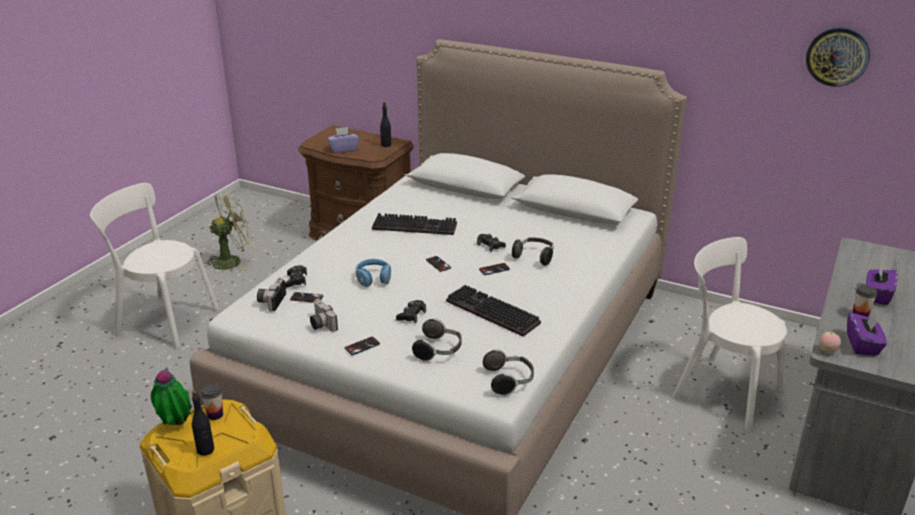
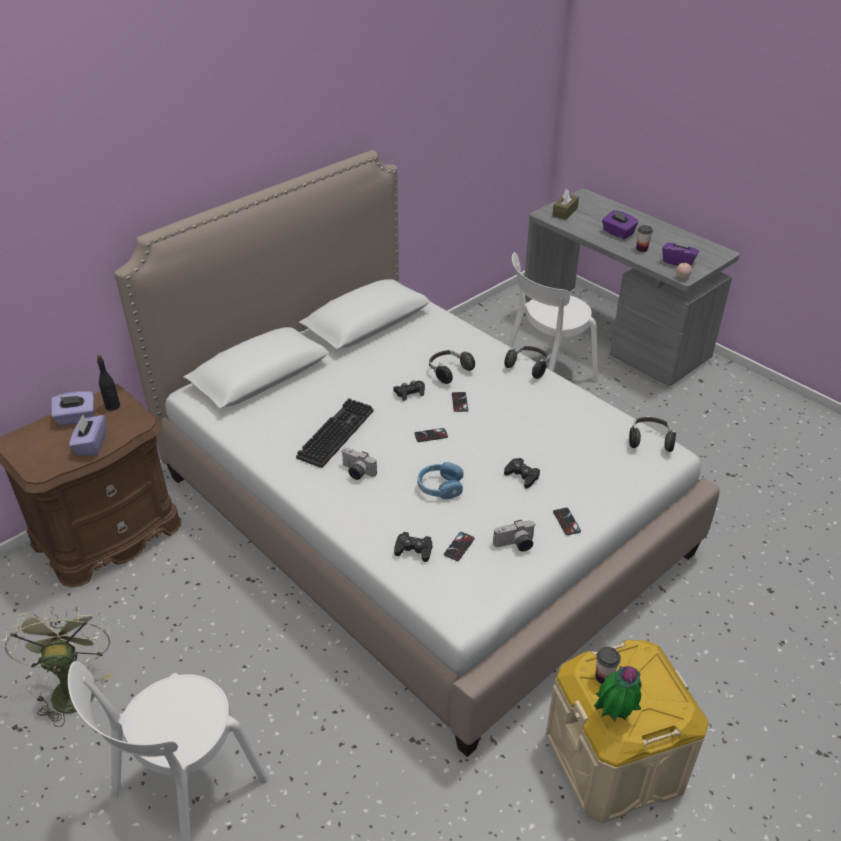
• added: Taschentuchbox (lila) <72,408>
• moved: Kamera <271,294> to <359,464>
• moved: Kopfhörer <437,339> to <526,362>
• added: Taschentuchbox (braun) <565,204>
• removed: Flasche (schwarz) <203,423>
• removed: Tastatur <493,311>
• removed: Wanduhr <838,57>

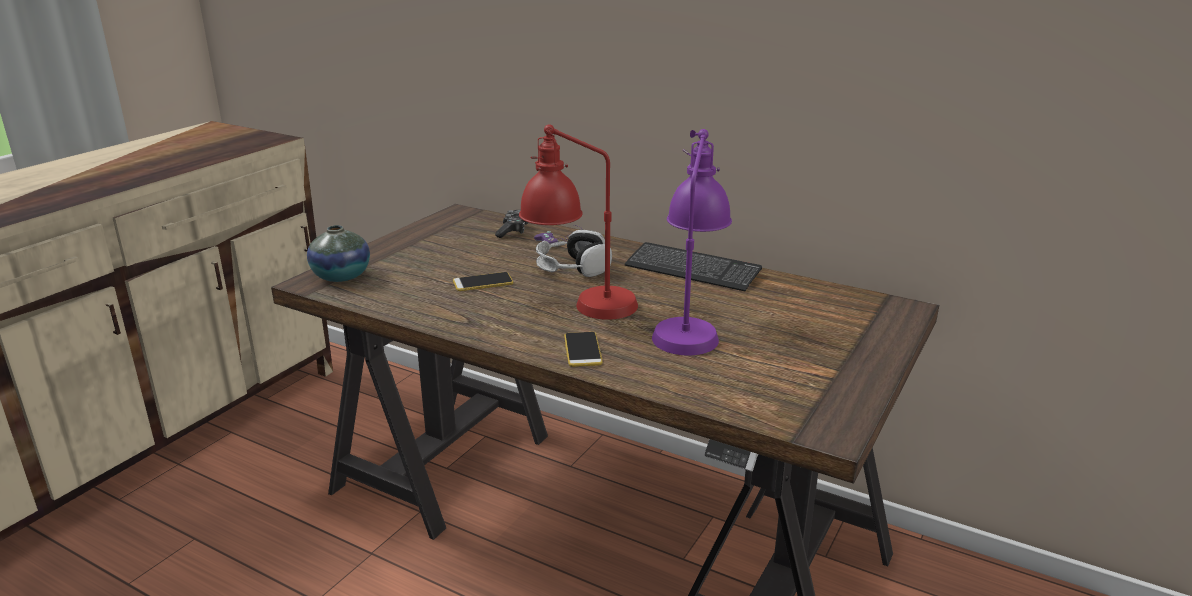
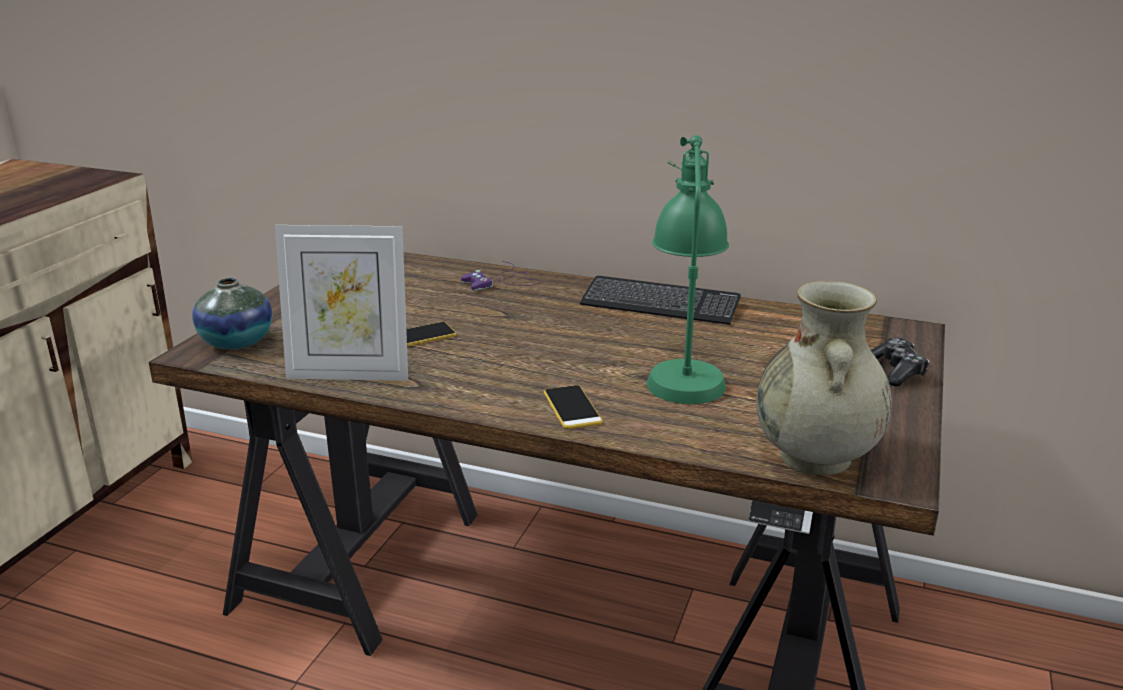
• added: Bilderrahmen <341,303>
• recoloured: Tischlampe (lila) <692,242> to Tischlampe (grün) <688,269>
• added: Vase (beige) <824,378>
• moved: Gamepad <511,224> to <900,361>
• removed: Tischlampe (rot) <578,222>
• removed: Kopfhörer <574,253>

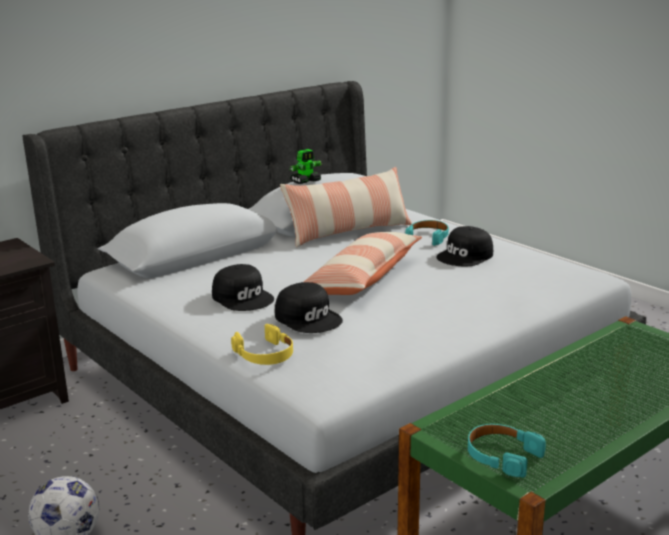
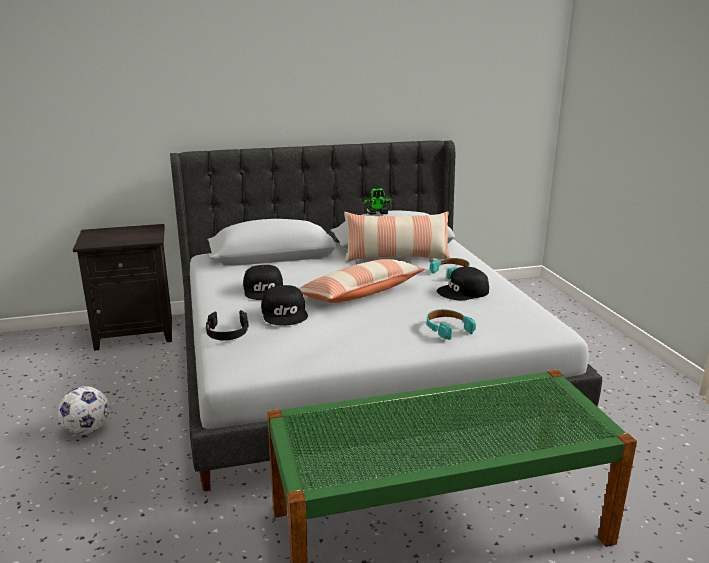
• recoloured: Kopfhörer (gelb) <262,344> to Kopfhörer (schwarz) <227,325>
• moved: Kopfhörer (türkis) <507,450> to <451,324>

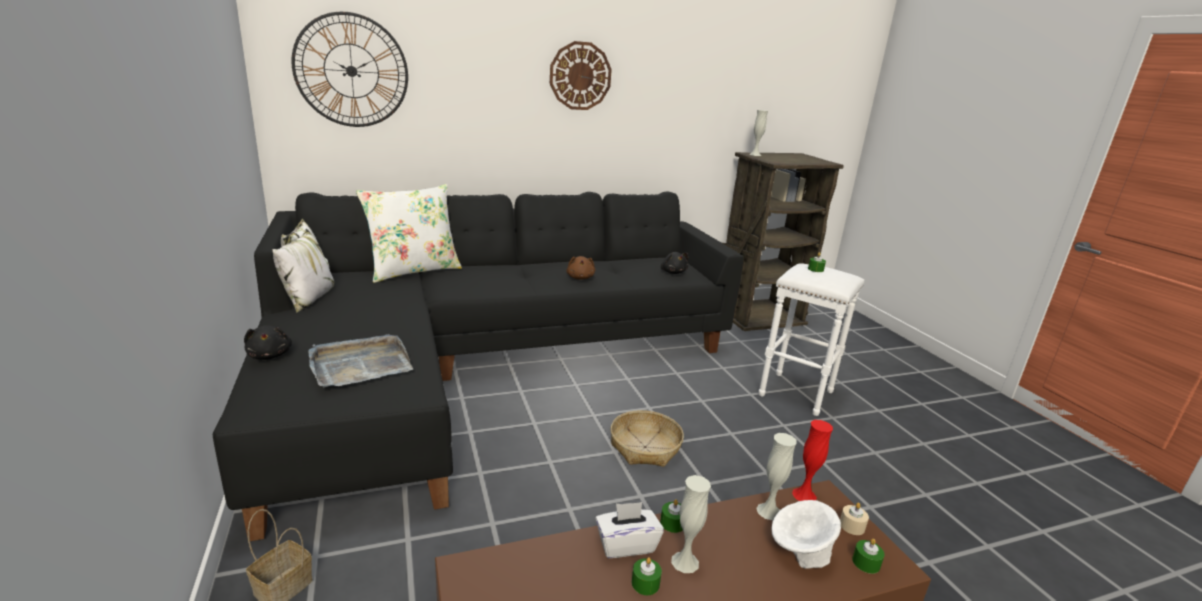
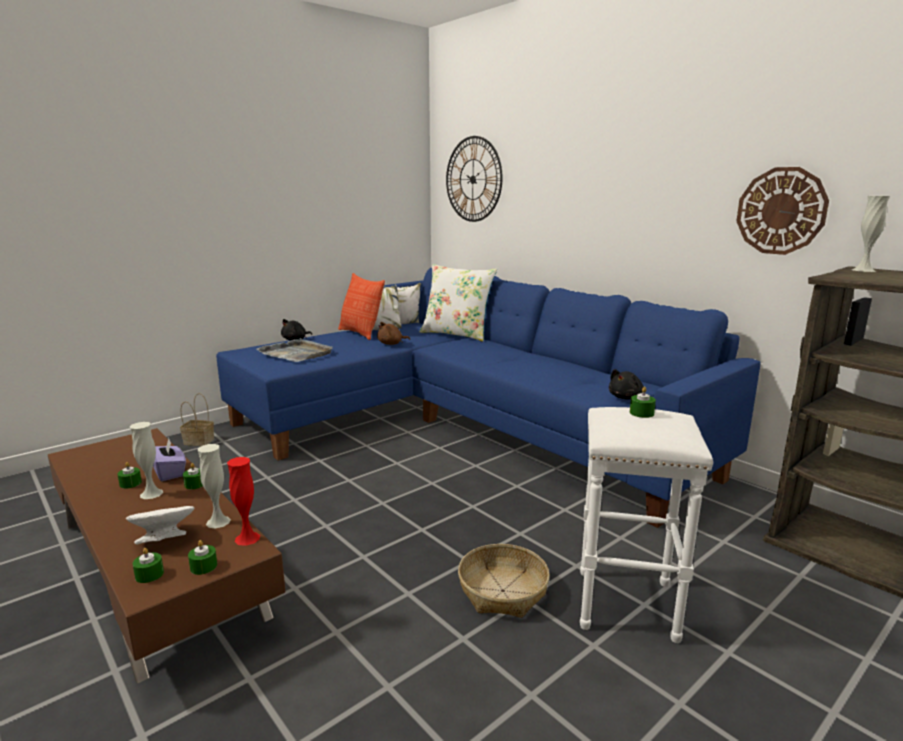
• recoloured: Taschentuchbox (weiß) <629,530> to Taschentuchbox (lila) <169,459>
• recoloured: Kerze (beige) <854,519> to Kerze (grün) <202,557>
• recoloured: Sofa (schwarz) <478,366> to Sofa (blau) <488,398>
• added: Kissen (orange) <361,306>
• moved: Plüschtier (braun) <580,268> to <393,333>
• moved: Korb <647,438> to <504,581>
• moved: Wanduhr <581,75> to <782,211>

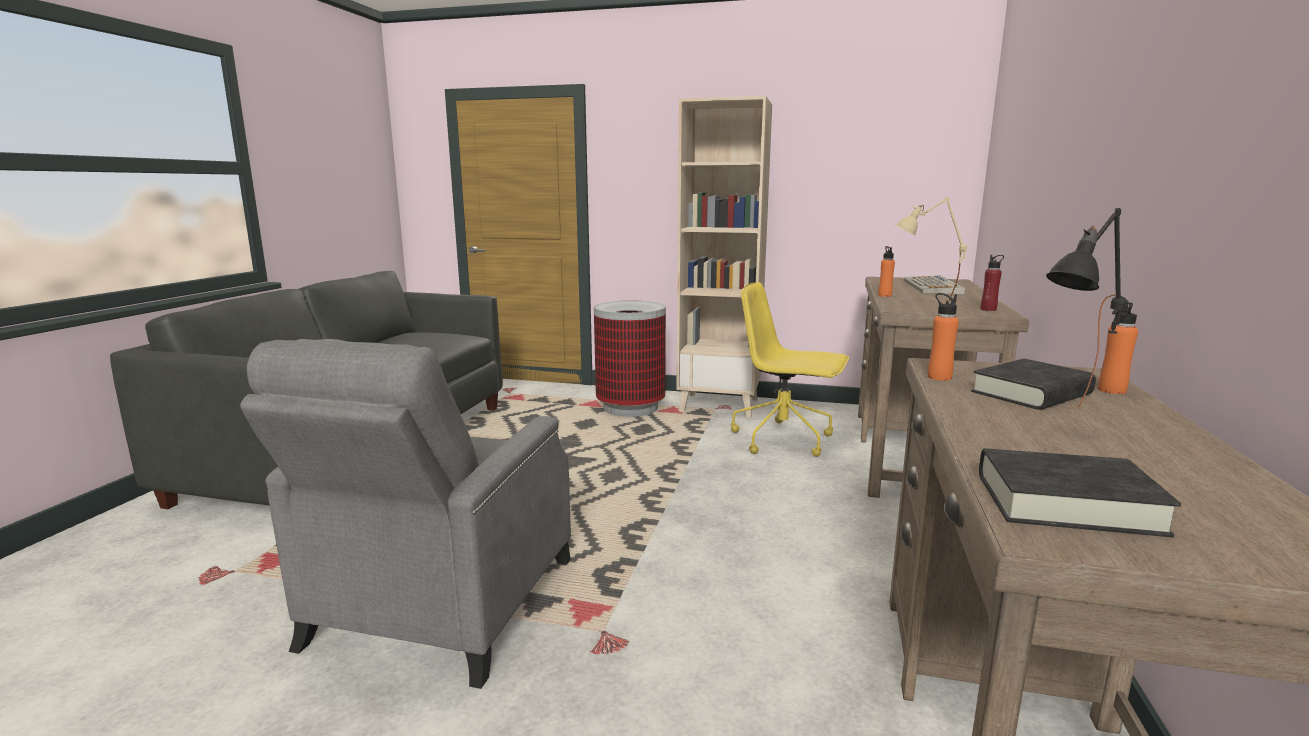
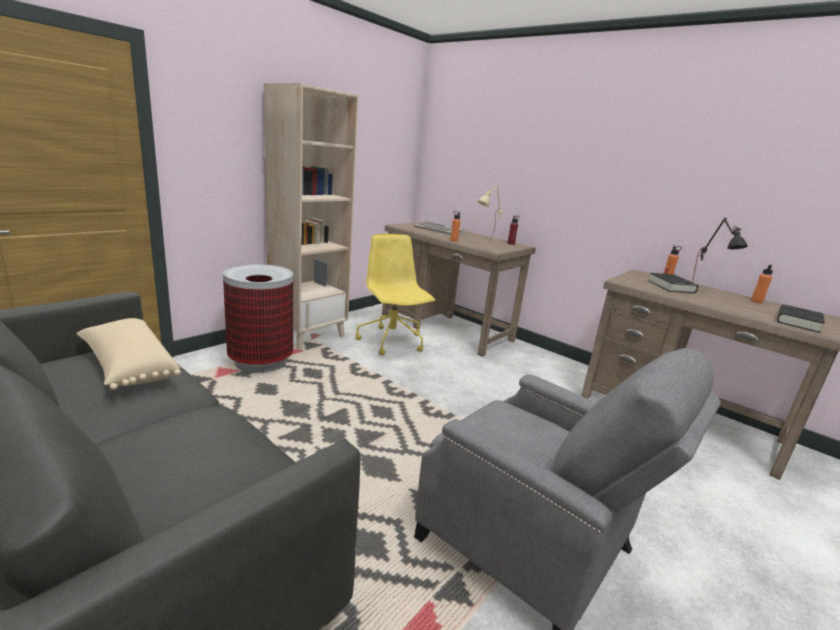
• added: Kissen (beige) <128,354>
• turned: Bürostuhl (gelb) <790,369> = <395,294> 105 degrees clockwise
• moved: Flasche (orange) <943,337> to <762,284>

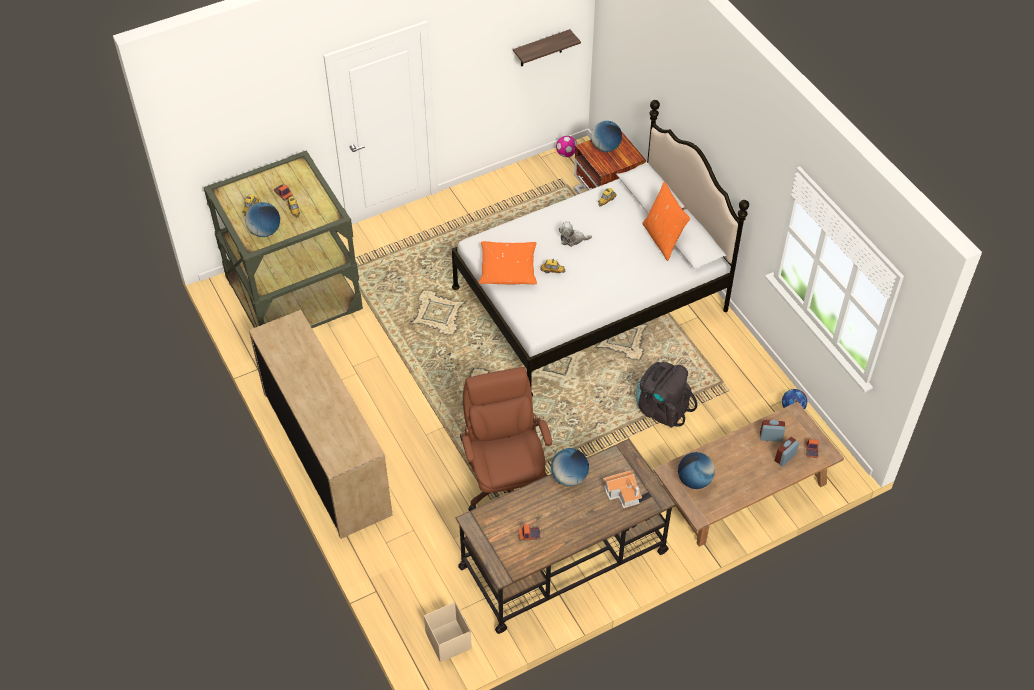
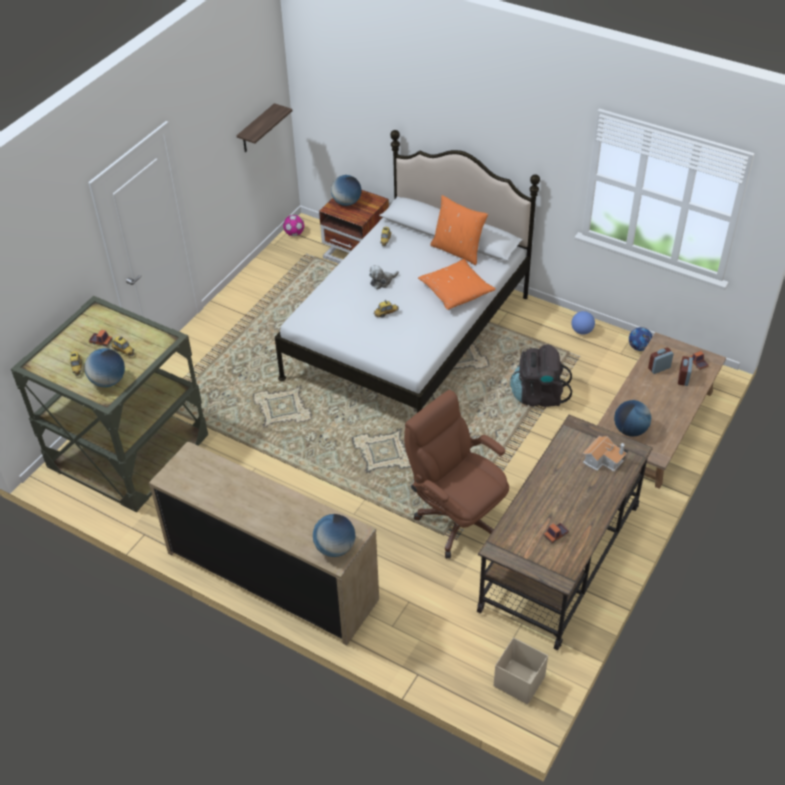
• moved: Globus <570,467> to <334,535>
• moved: Kissen (orange) <508,262> to <457,284>
• added: Fußball <583,323>

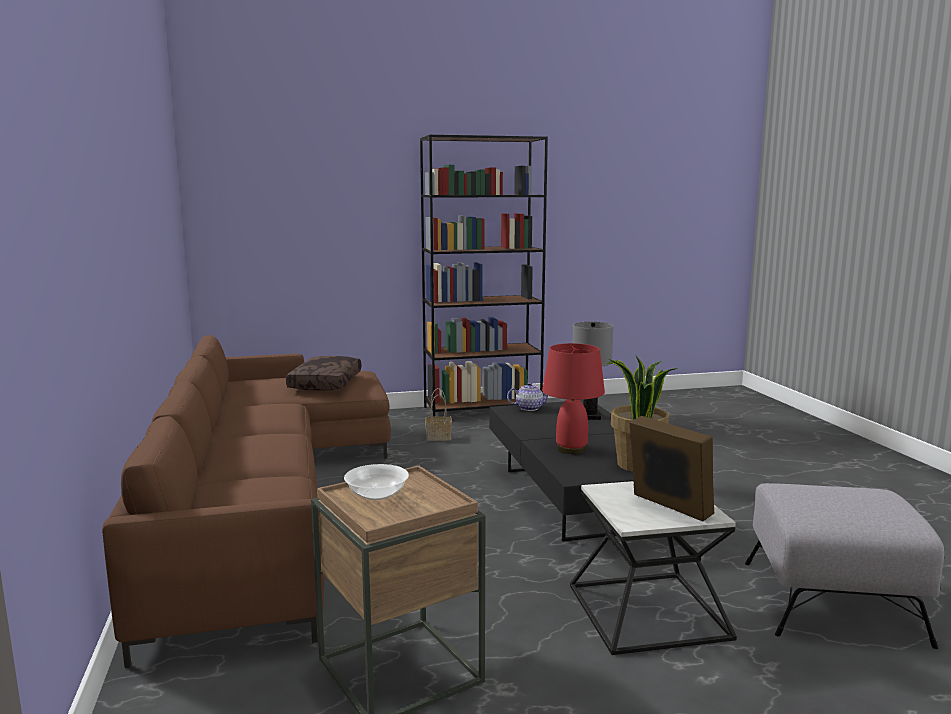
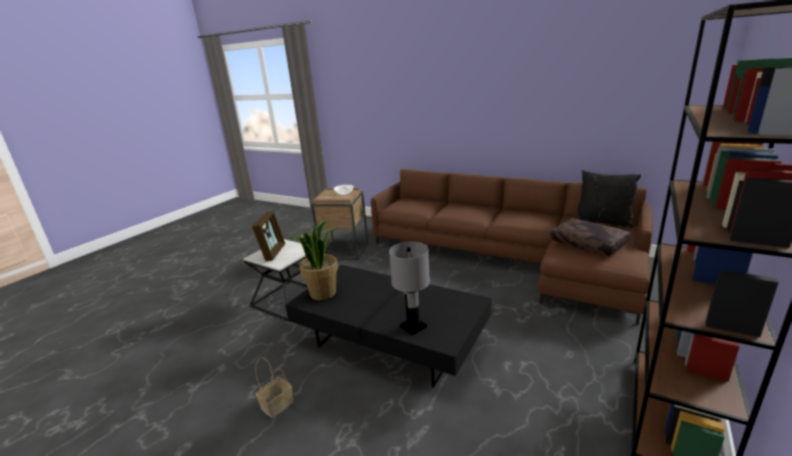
• turned: Bilderrahmen <671,468> = <268,236> 90 degrees counterclockwise
• moved: Korb <438,414> to <274,388>
• added: Kissen (schwarz) <608,199>
• removed: Teekanne <527,396>
• removed: Tischlampe (rot) <573,398>
• removed: Polsterhocker (grau) <844,566>

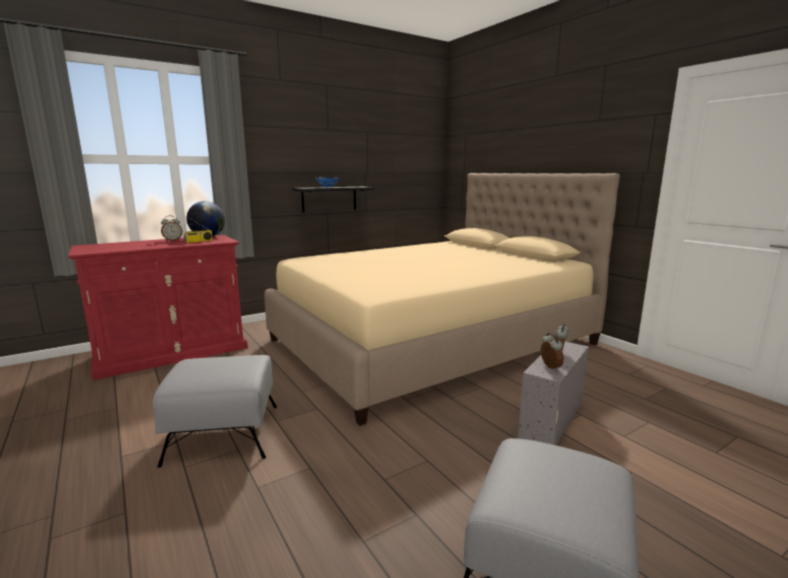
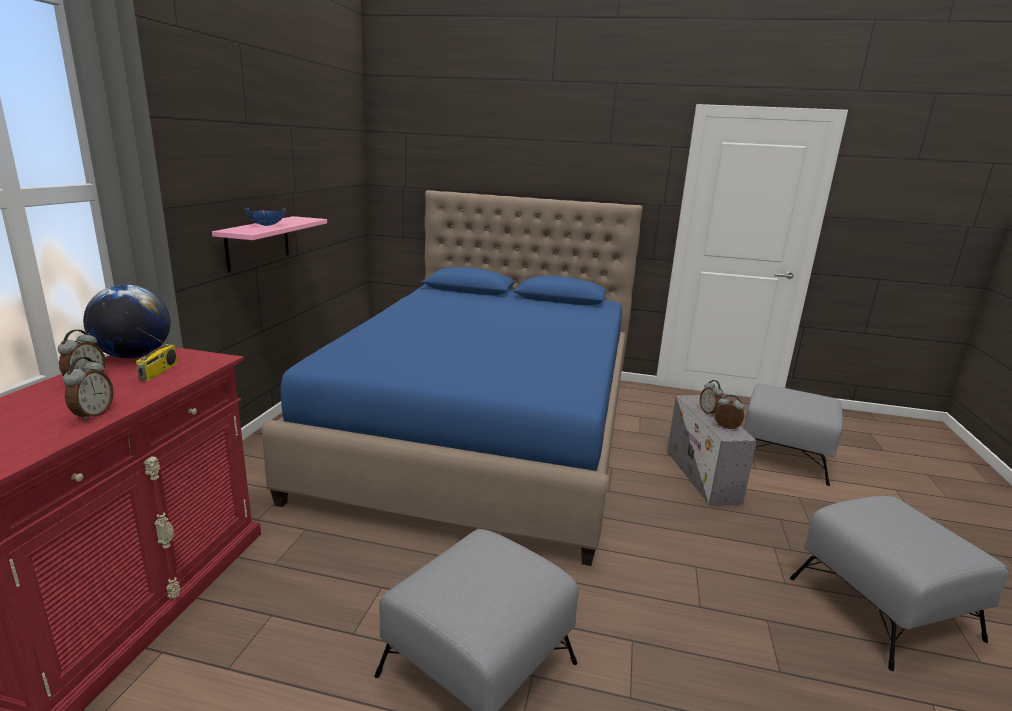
• added: Wecker <88,389>
• recoloured: Wandregal (schwarz) <333,199> to Wandregal (rosa) <269,244>
• recoloured: Bett (beige) <442,299> to Bett (blau) <452,378>
• added: Polsterhocker (grau) <793,434>

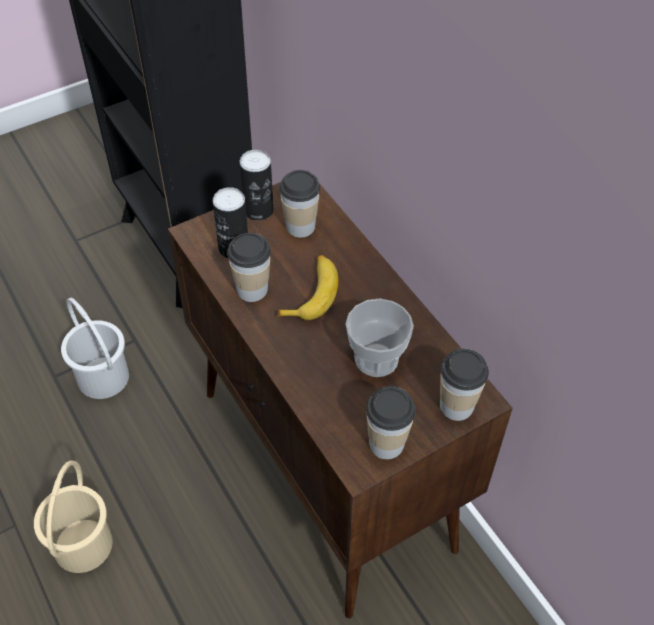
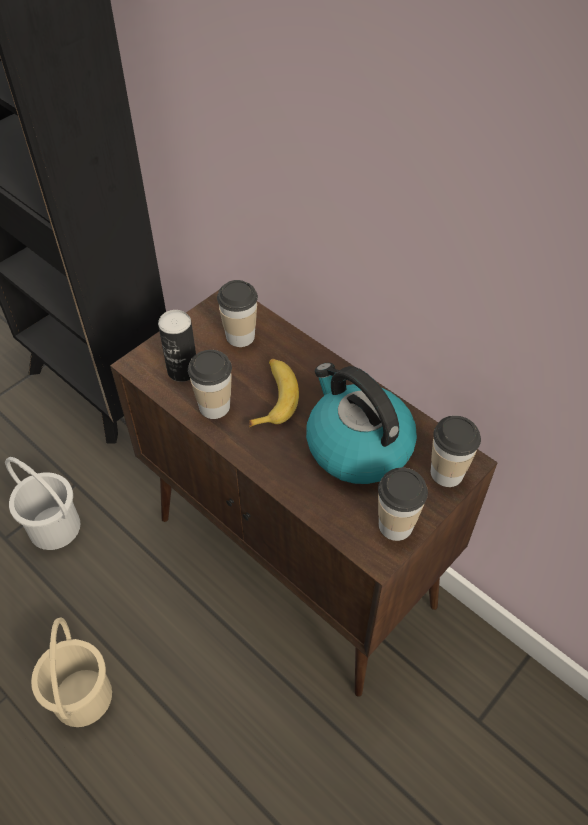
• replaced: Tasse <380,337> to Wasserkessel <361,423>
• removed: Dose <256,185>

